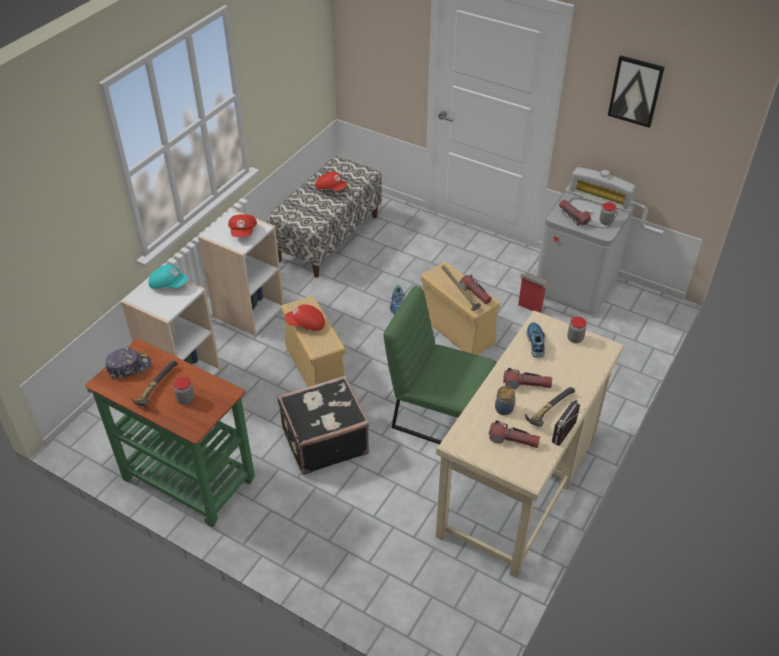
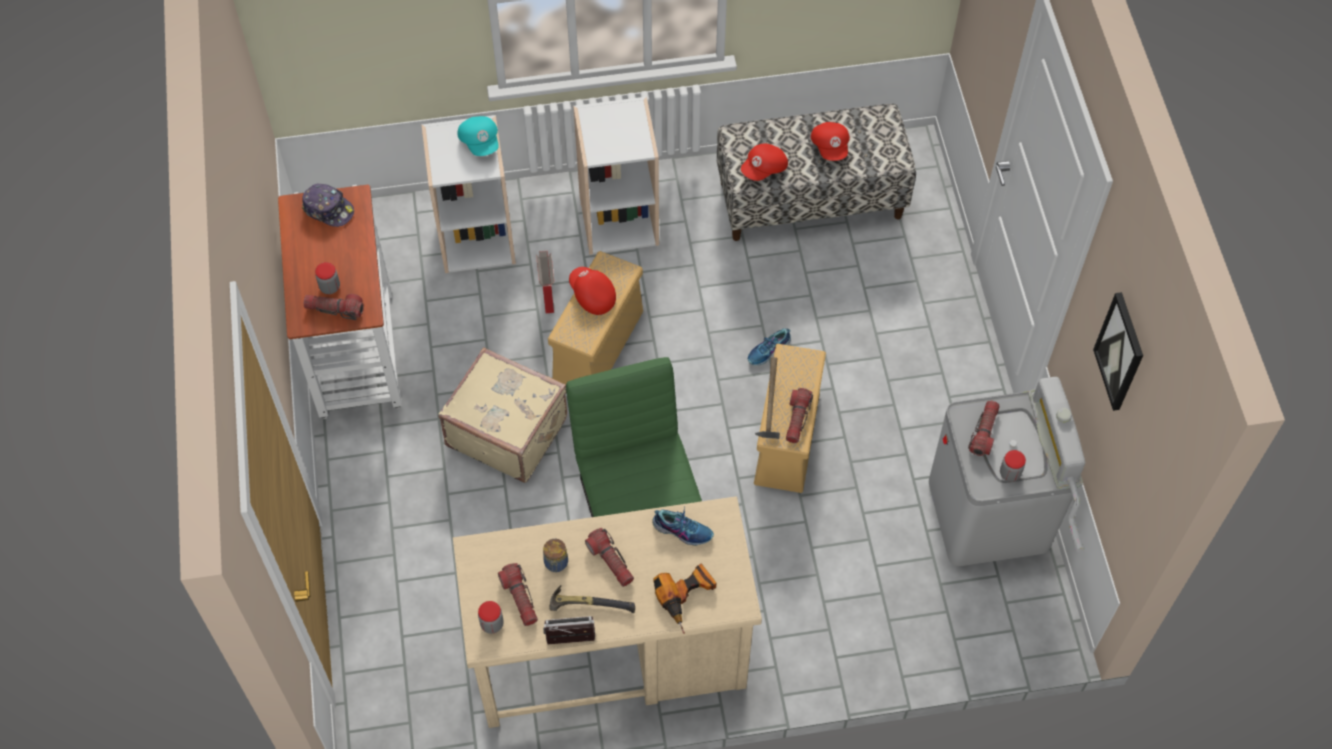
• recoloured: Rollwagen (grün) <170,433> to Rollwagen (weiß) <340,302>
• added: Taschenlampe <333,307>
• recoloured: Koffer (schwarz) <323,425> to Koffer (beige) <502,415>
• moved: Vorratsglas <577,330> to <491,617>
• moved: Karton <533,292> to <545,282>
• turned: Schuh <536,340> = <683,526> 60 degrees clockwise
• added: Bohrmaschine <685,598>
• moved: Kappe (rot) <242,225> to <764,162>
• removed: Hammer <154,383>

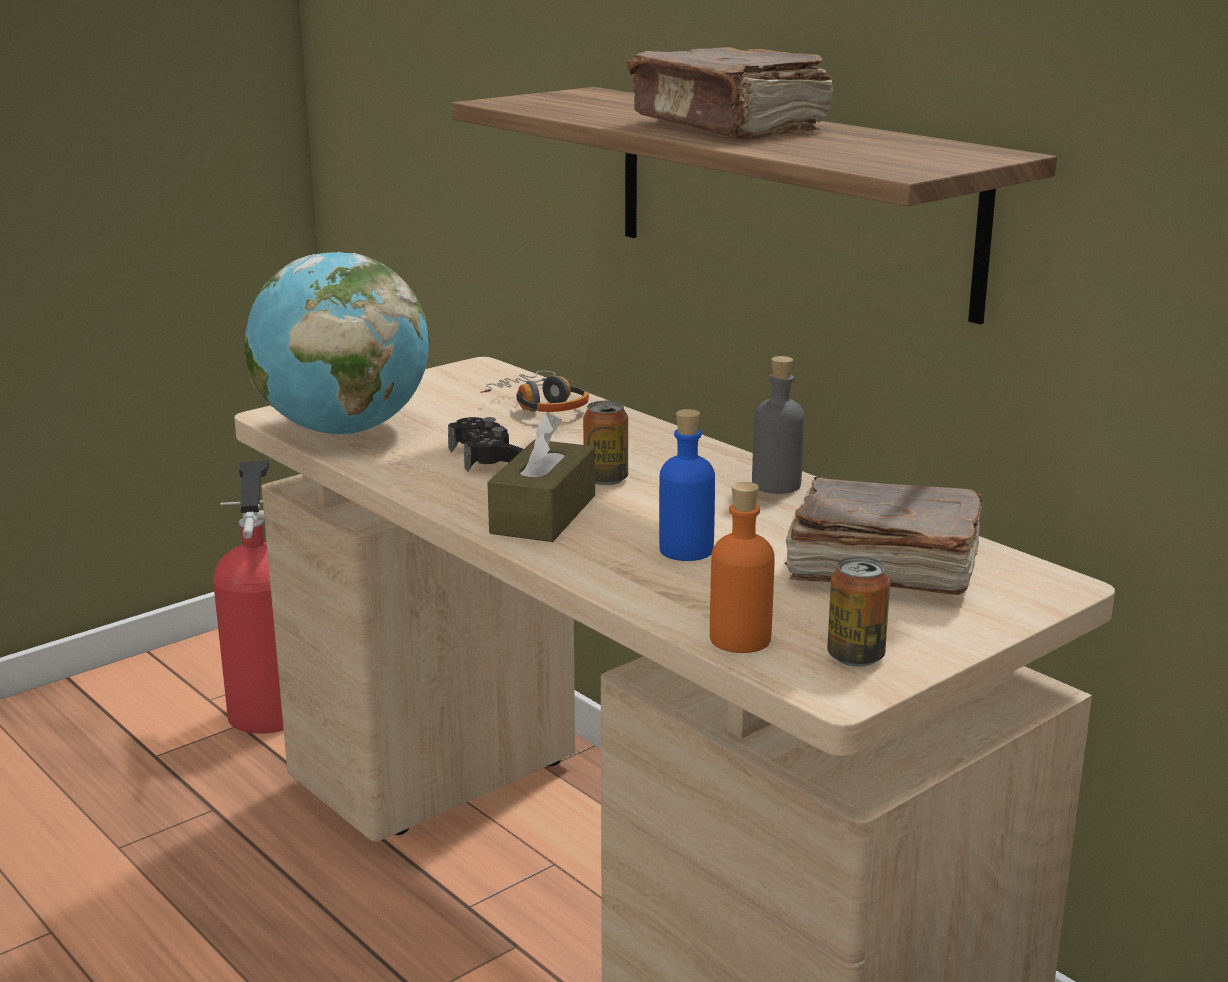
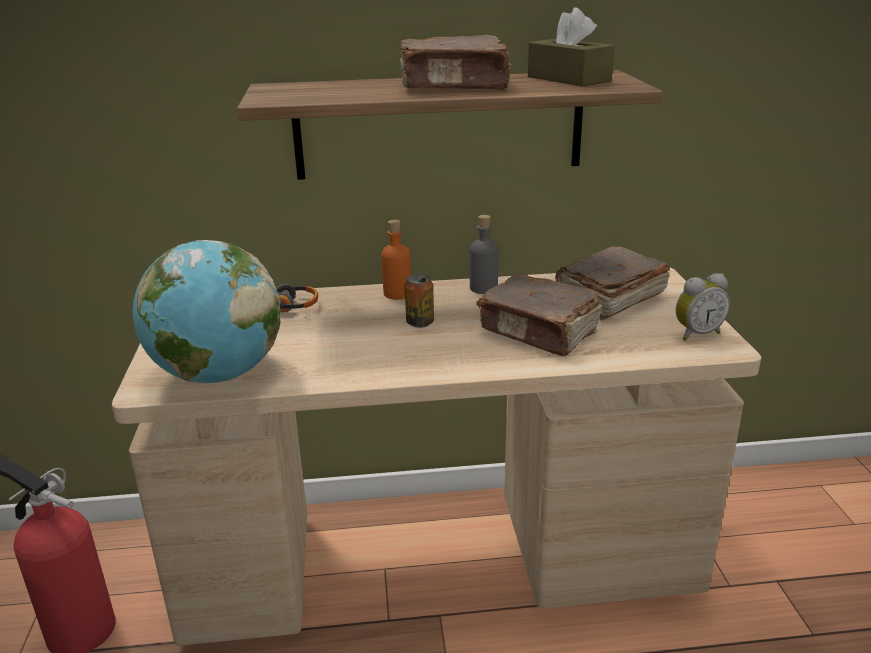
• moved: Flasche (orange) <742,567> to <396,259>
• replaced: Flasche (blau) <687,485> to Buch (braun) <539,315>
• moved: Taschentuchbox (braun) <541,477> to <571,47>
• replaced: Dose <858,611> to Wecker <703,307>
• removed: Gamepad (schwarz) <485,444>

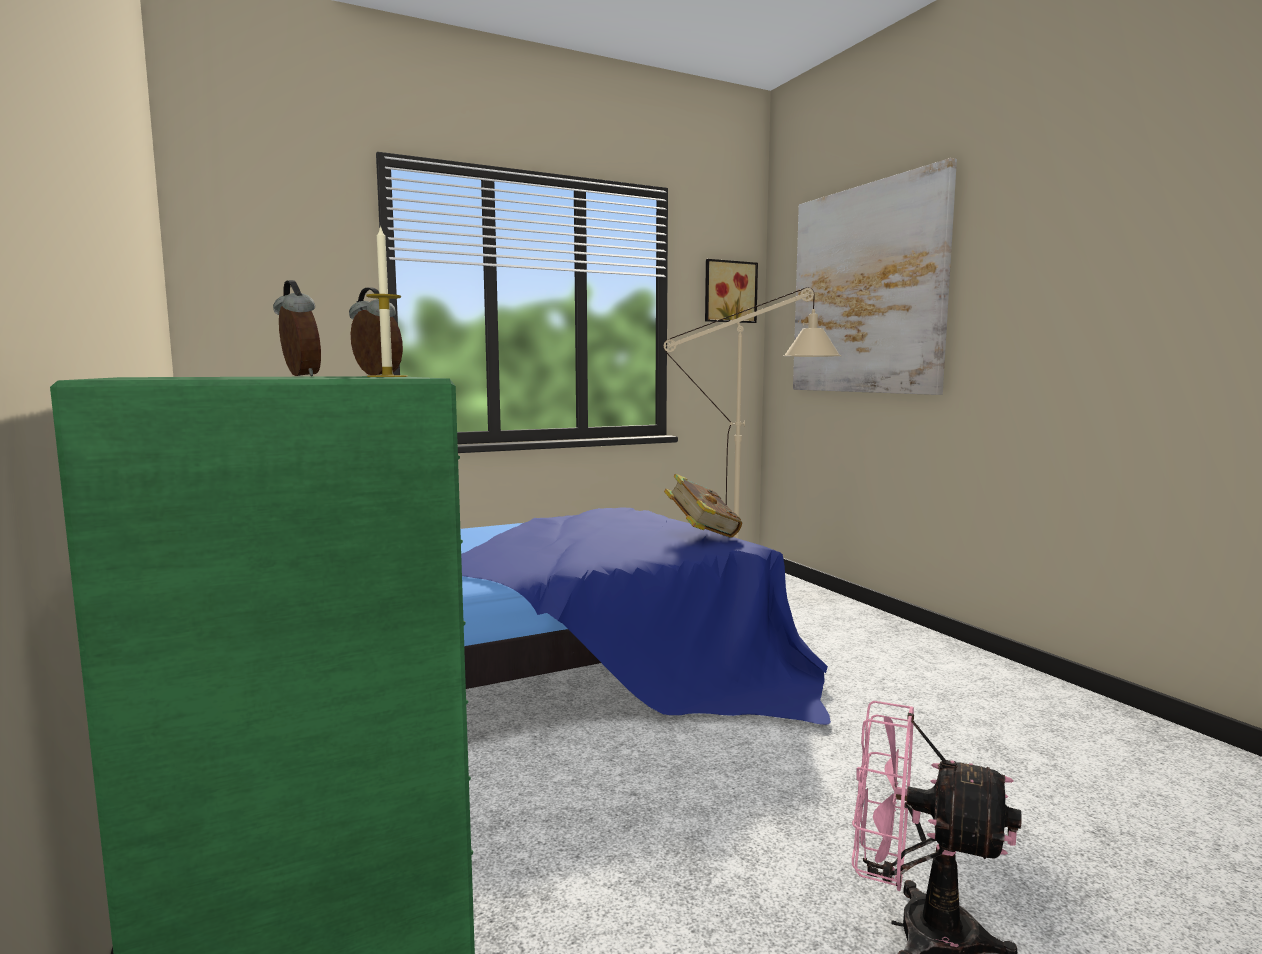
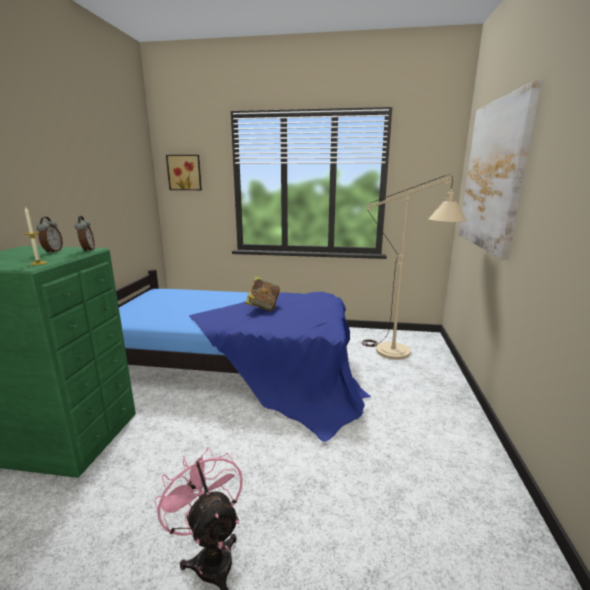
• moved: Bild <731,291> to <184,172>
• moved: Buch <703,506> to <262,293>

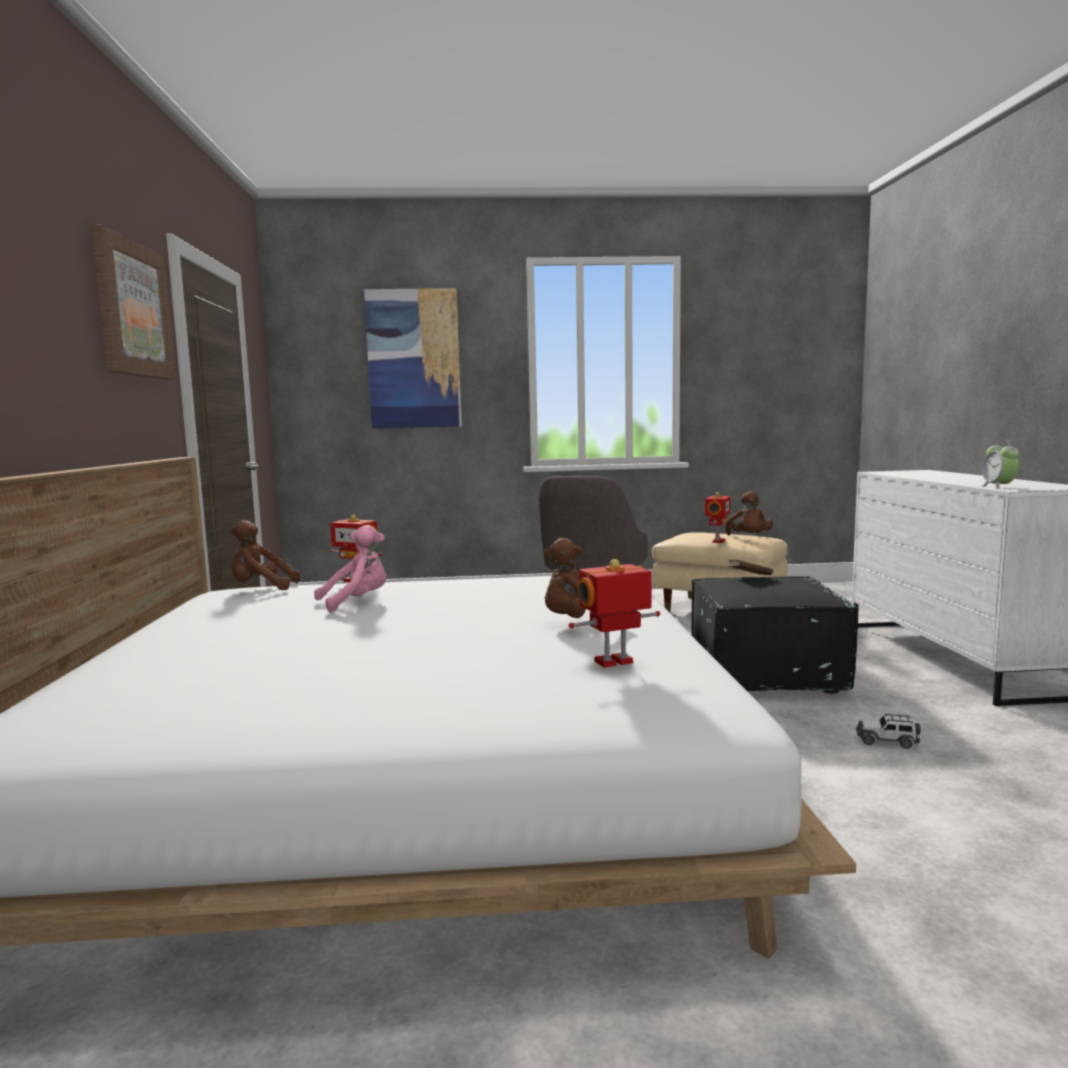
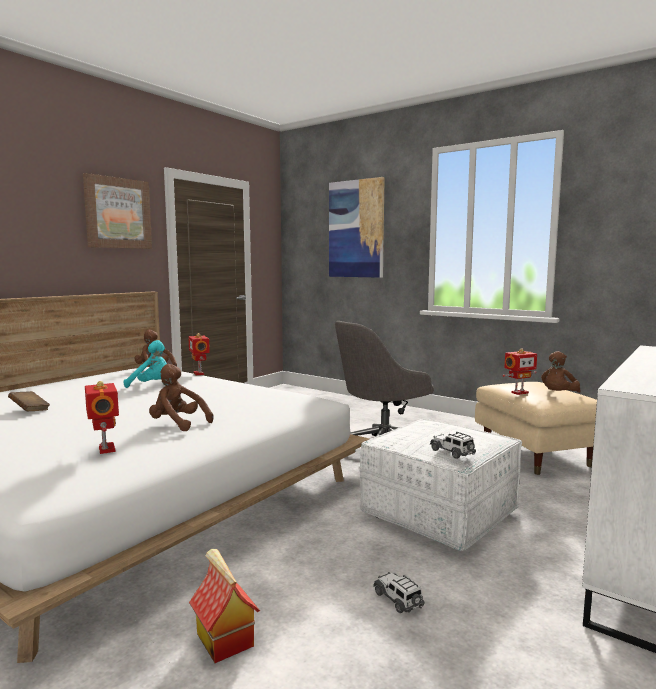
• moved: Buch (braun) <750,567> to <29,401>
• turned: Spielzeugroboter <614,613> = <102,417> 45 degrees clockwise
• recoloured: Plüschtier (rosa) <350,568> to Plüschtier (türkis) <145,364>
• added: Spielzeughaus <224,606>
• recoloured: Polsterhocker (schwarz) <774,635> to Polsterhocker (weiß) <441,485>
• added: Spielzeugauto <453,445>
• removed: Wecker <1000,464>

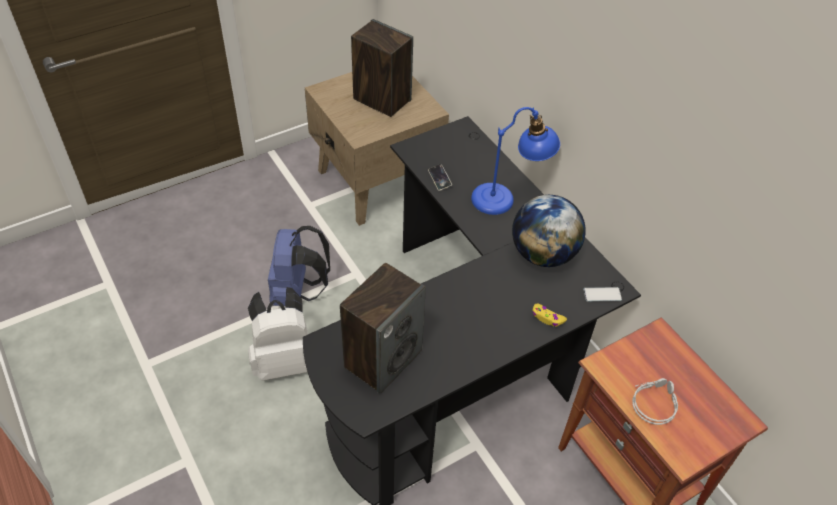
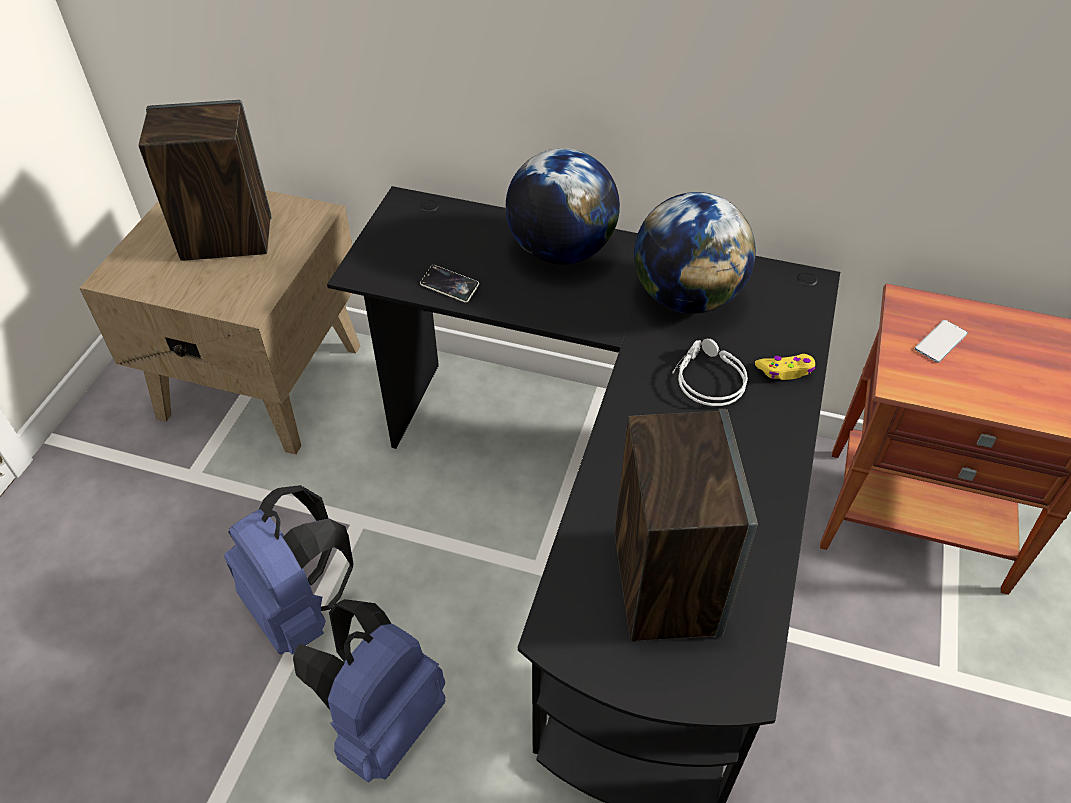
• recoloured: Rucksack (weiß) <278,334> to Rucksack (blau) <369,691>
• replaced: Tischlampe (blau) <515,161> to Globus <562,206>
• moved: Kopfhörer (grau) <655,401> to <710,372>
• moved: Handy <602,294> to <941,341>

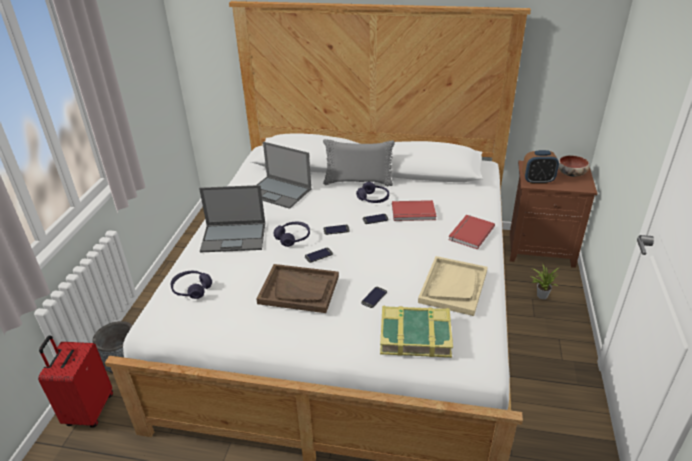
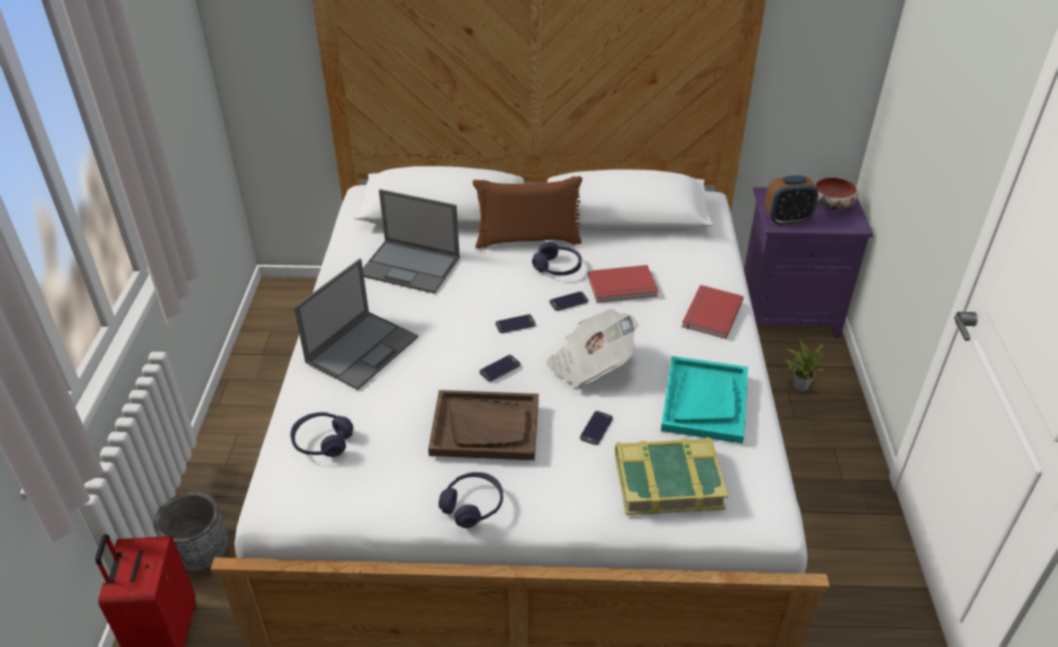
• turned: Laptop <232,219> = <356,324> 45 degrees counterclockwise
• moved: Kopfhörer (lila) <292,234> to <471,500>
• recoloured: Kissen (grau) <359,163> to Kissen (braun) <527,212>
• added: Zeitung <592,348>
• recoloured: Tablett (beige) <453,286> to Tablett (türkis) <704,400>
• recoloured: Nachttisch (braun) <553,214> to Nachttisch (lila) <808,262>

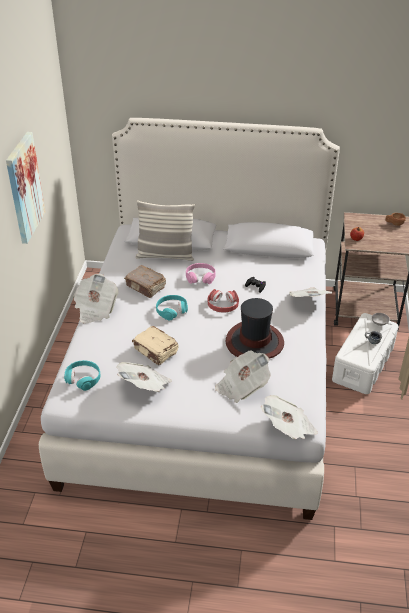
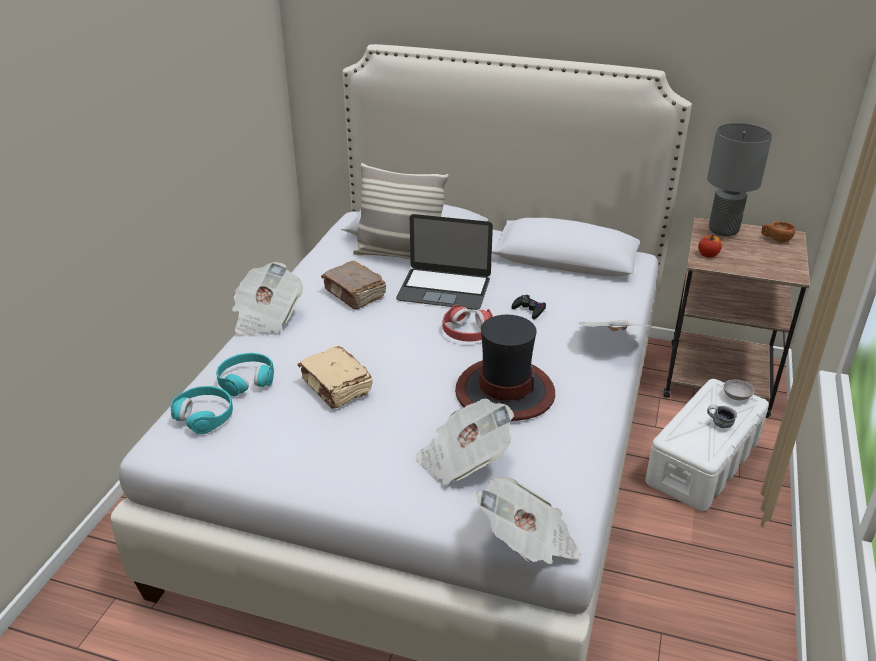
• moved: Kopfhörer (türkis) <172,307> to <245,374>
• replaced: Kopfhörer (rosa) <201,273> to Laptop <444,262>
• added: Tischlampe (grau) <739,180>
• removed: Bild <25,188>
• removed: Zeitung <144,377>

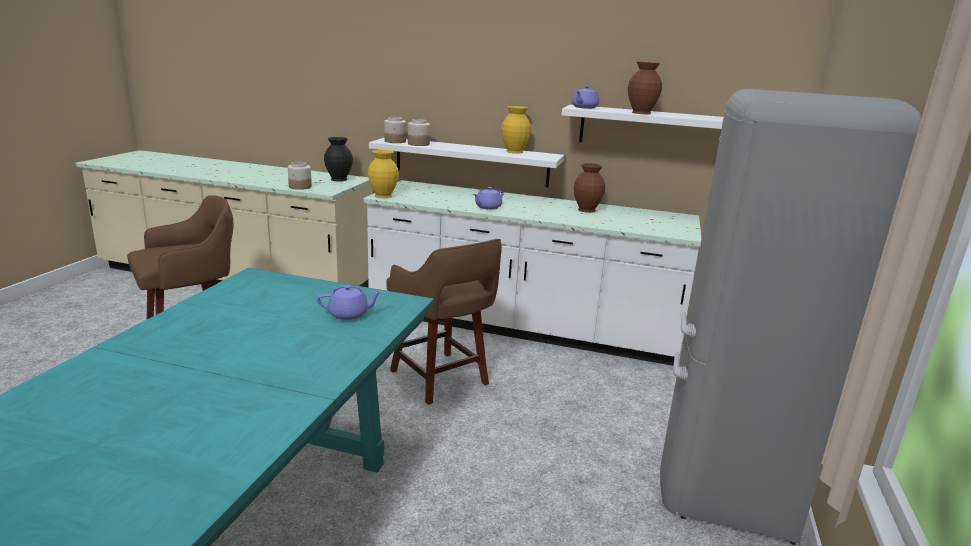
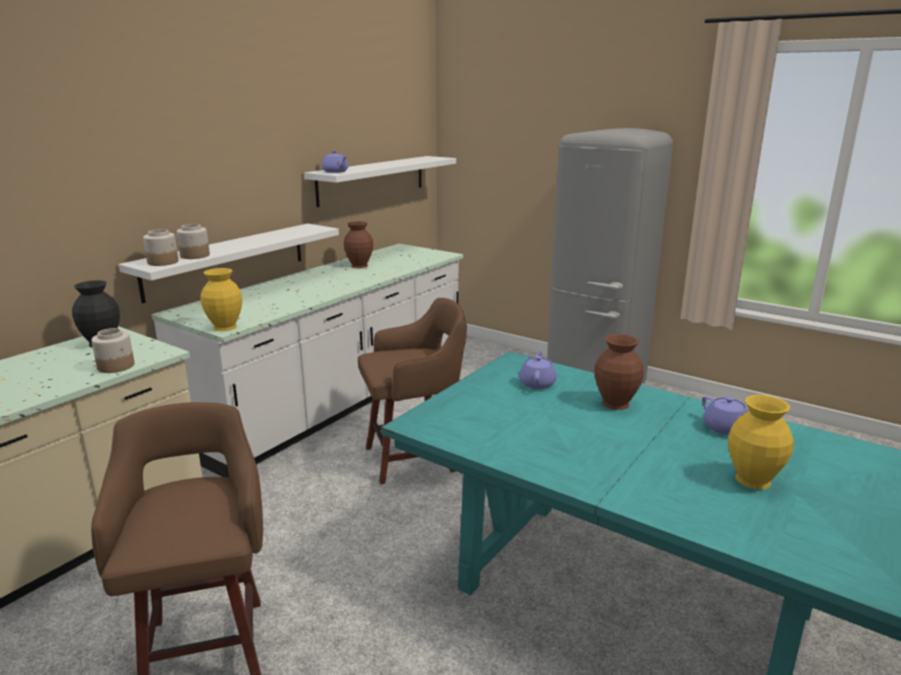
• moved: Vase (braun) <645,88> to <618,372>
• moved: Teekanne (lila) <488,198> to <725,415>
• moved: Vase (gelb) <516,130> to <761,442>

